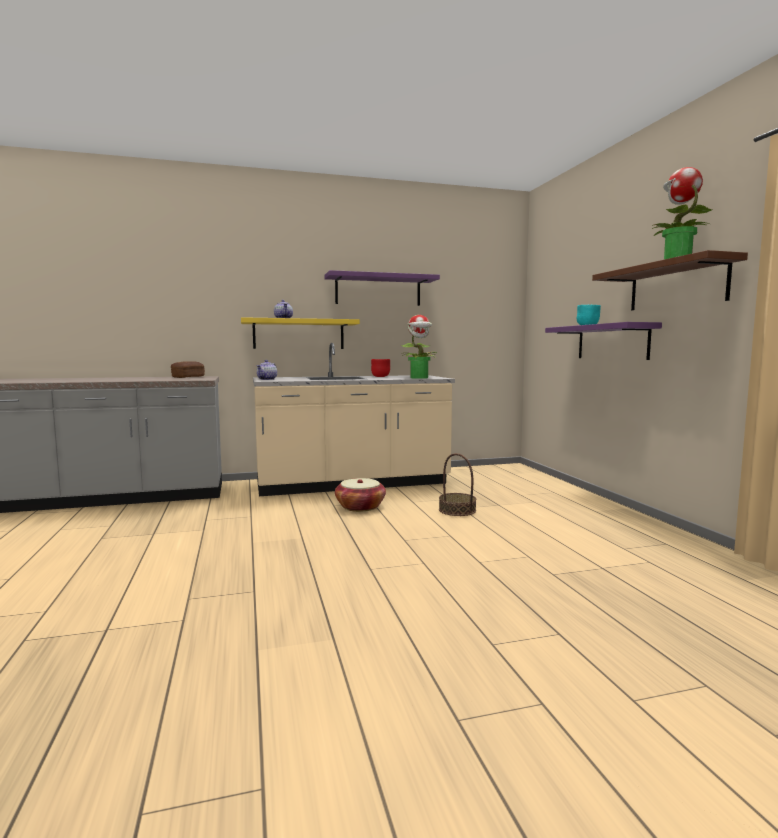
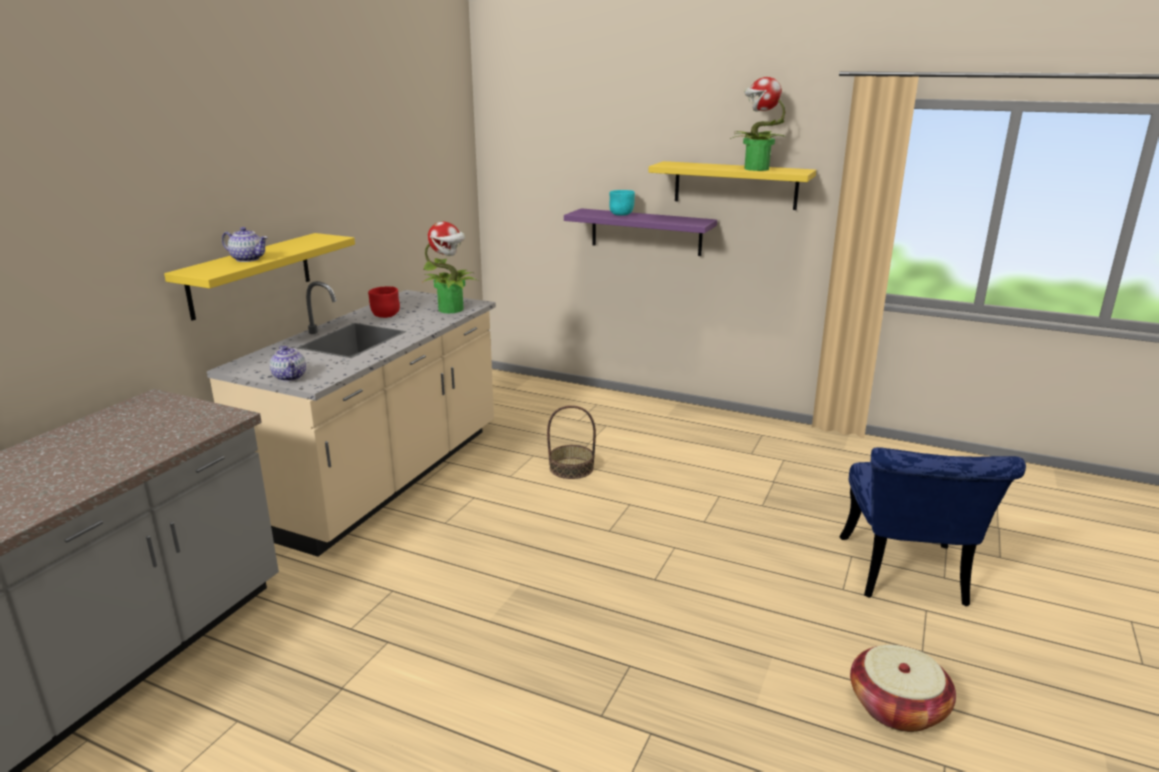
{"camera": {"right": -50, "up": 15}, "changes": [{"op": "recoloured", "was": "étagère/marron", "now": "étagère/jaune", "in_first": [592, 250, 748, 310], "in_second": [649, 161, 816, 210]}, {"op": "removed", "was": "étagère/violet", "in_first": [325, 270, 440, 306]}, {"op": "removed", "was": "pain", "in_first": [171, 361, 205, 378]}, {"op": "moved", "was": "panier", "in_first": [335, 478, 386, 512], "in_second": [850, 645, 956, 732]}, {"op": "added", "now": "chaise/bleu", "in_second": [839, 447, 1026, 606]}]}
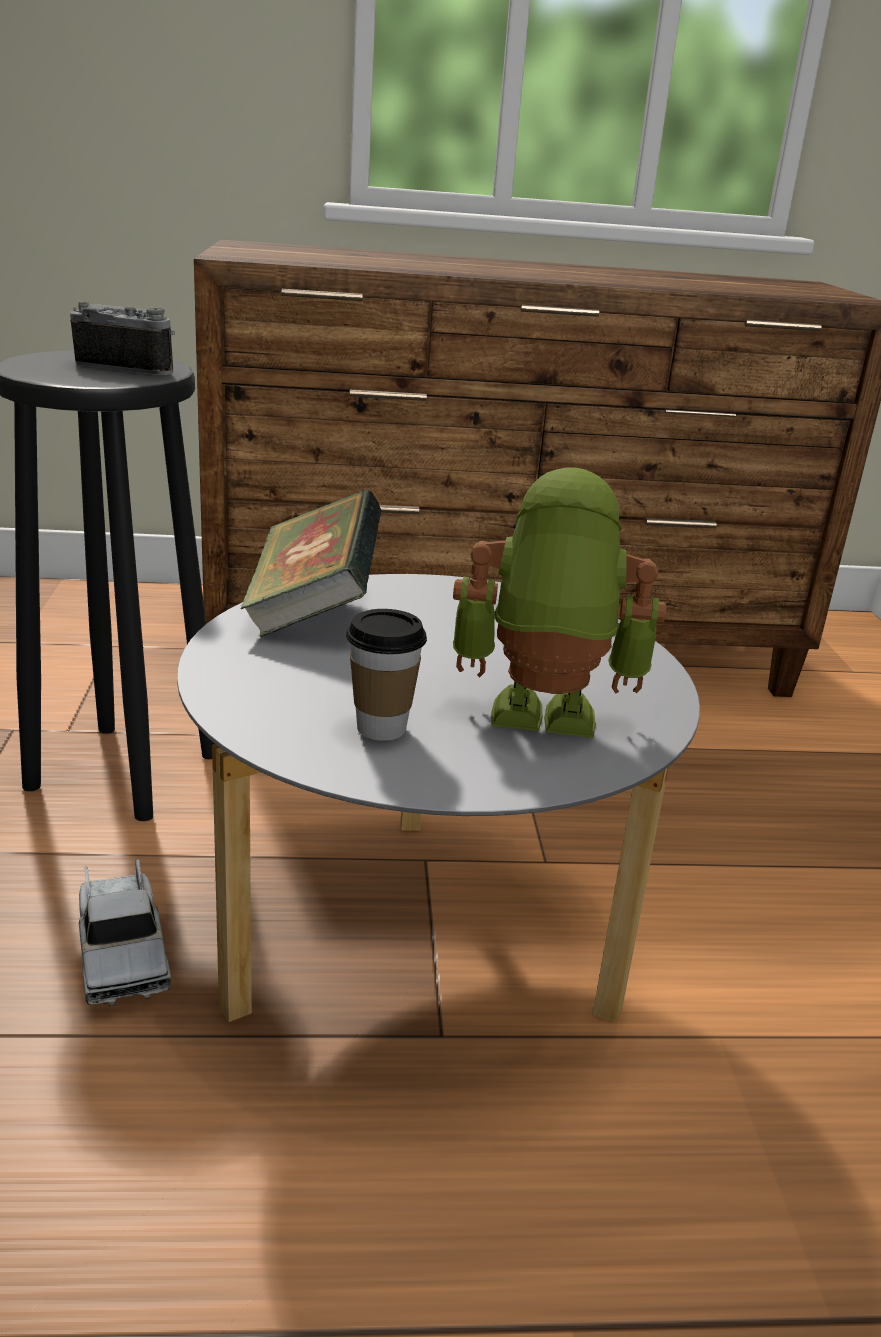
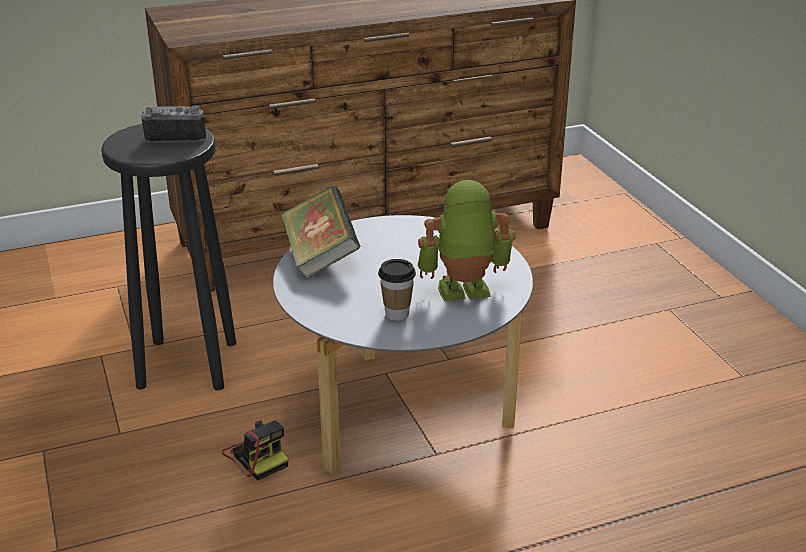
{"camera": {"right": -15, "up": 5}, "changes": [{"op": "replaced", "was": "camion jouet", "now": "appareil photo", "in_first": [79, 859, 171, 1006], "in_second": [222, 420, 288, 480]}]}
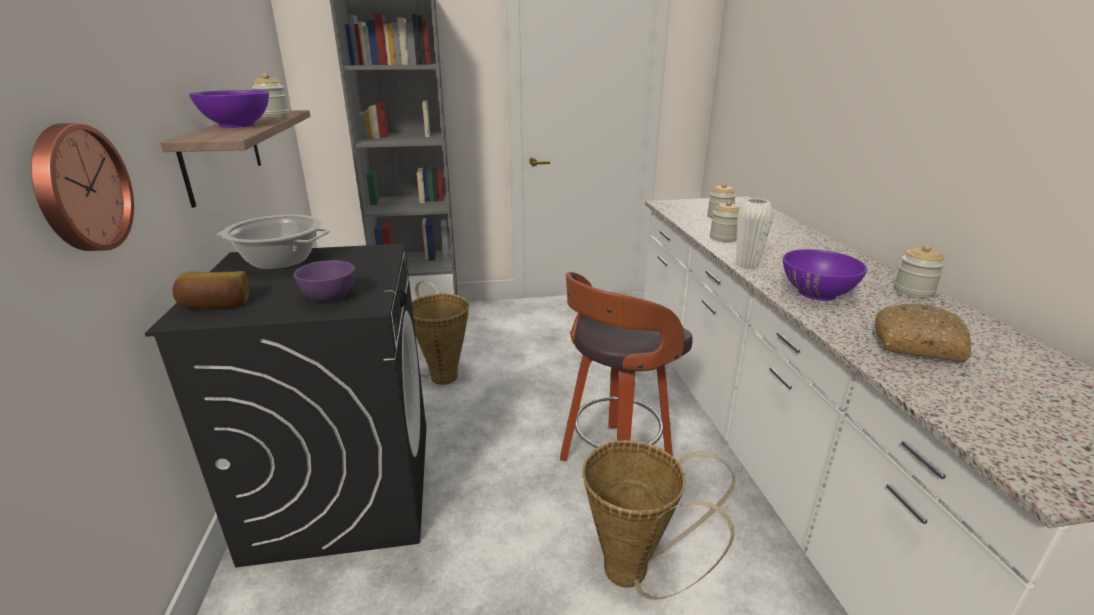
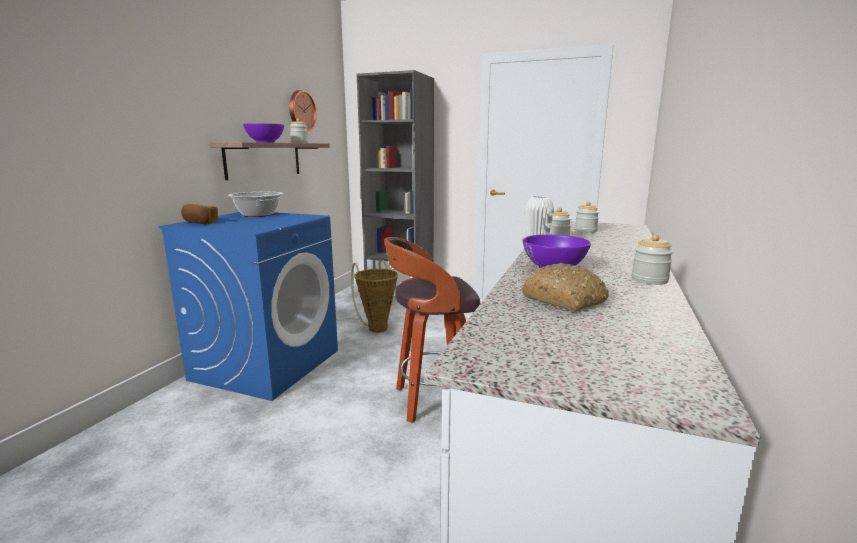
{"camera": {"right": 30, "up": -10}, "changes": [{"op": "moved", "was": "horloge murale", "in_first": [31, 123, 134, 251], "in_second": [289, 90, 317, 131]}, {"op": "recoloured", "was": "lave-linge/noir", "now": "lave-linge/bleu", "in_first": [145, 244, 426, 568], "in_second": [159, 212, 338, 401]}, {"op": "removed", "was": "bol/violet", "in_first": [294, 260, 355, 302]}, {"op": "removed", "was": "panier", "in_first": [583, 440, 735, 600]}]}
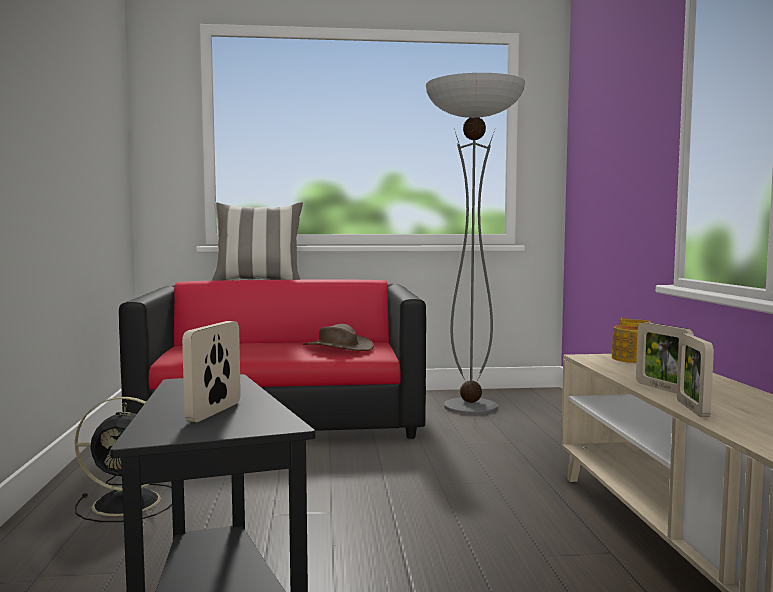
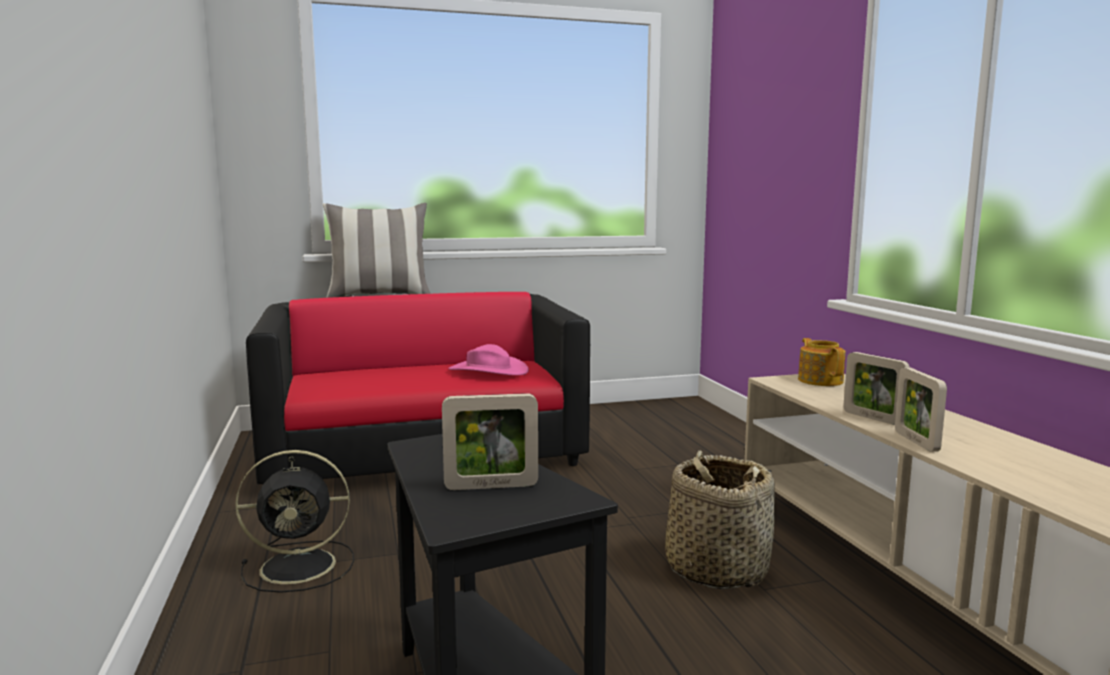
{"camera": {"right": -10, "up": 5}, "changes": [{"op": "removed", "was": "lampadaire", "in_first": [426, 73, 525, 415]}, {"op": "turned", "was": "cadre photo", "in_first": [182, 321, 241, 422], "in_second": [442, 393, 538, 490], "clockwise": -105}, {"op": "recoloured", "was": "chapeau/marron", "now": "chapeau/rose", "in_first": [303, 324, 374, 351], "in_second": [448, 344, 529, 375]}, {"op": "added", "now": "panier", "in_second": [665, 450, 775, 589]}]}
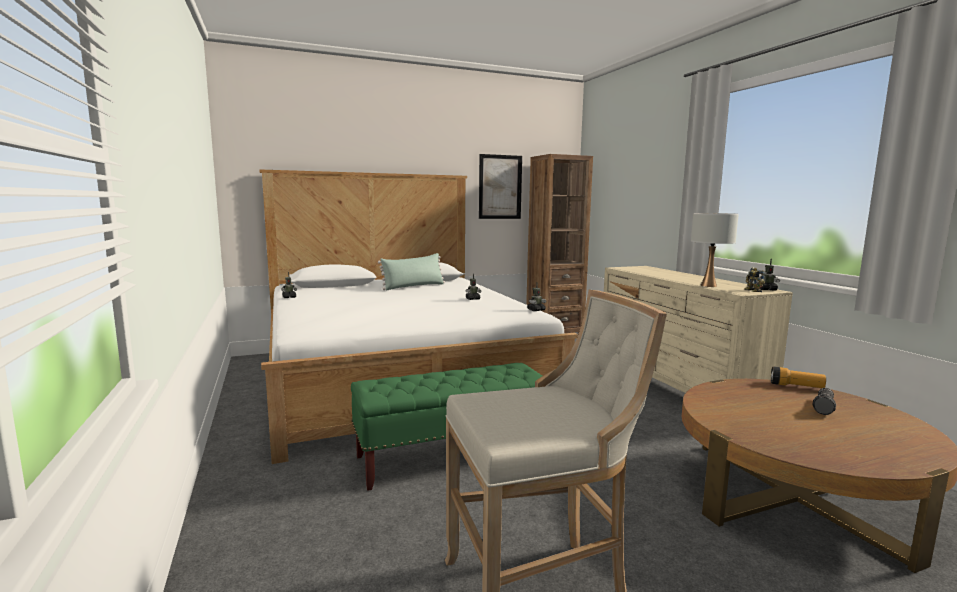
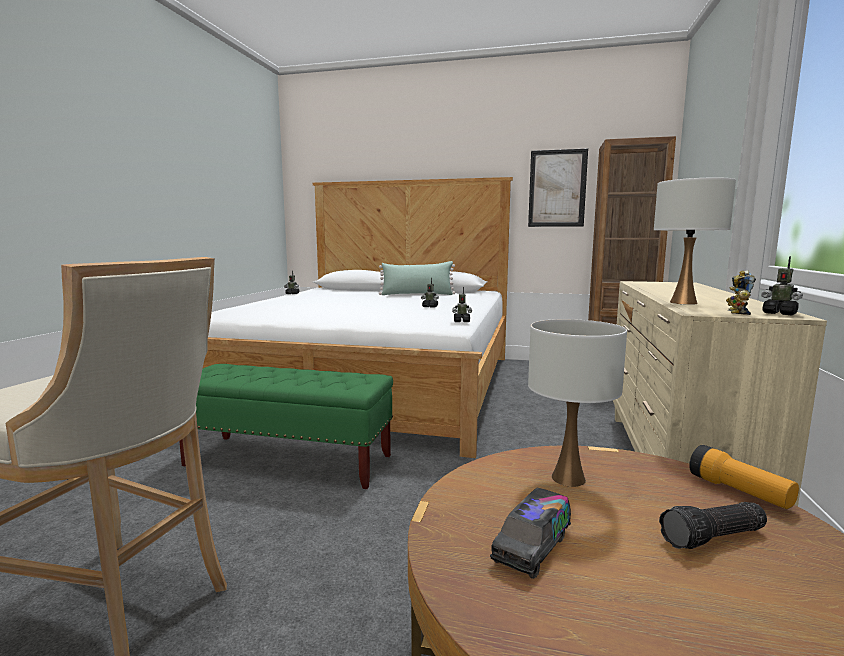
{"camera": {"right": 35, "up": 0}, "changes": [{"op": "added", "now": "lampe de table/blanc", "in_second": [528, 319, 627, 487]}, {"op": "added", "now": "camion jouet", "in_second": [490, 488, 571, 579]}]}
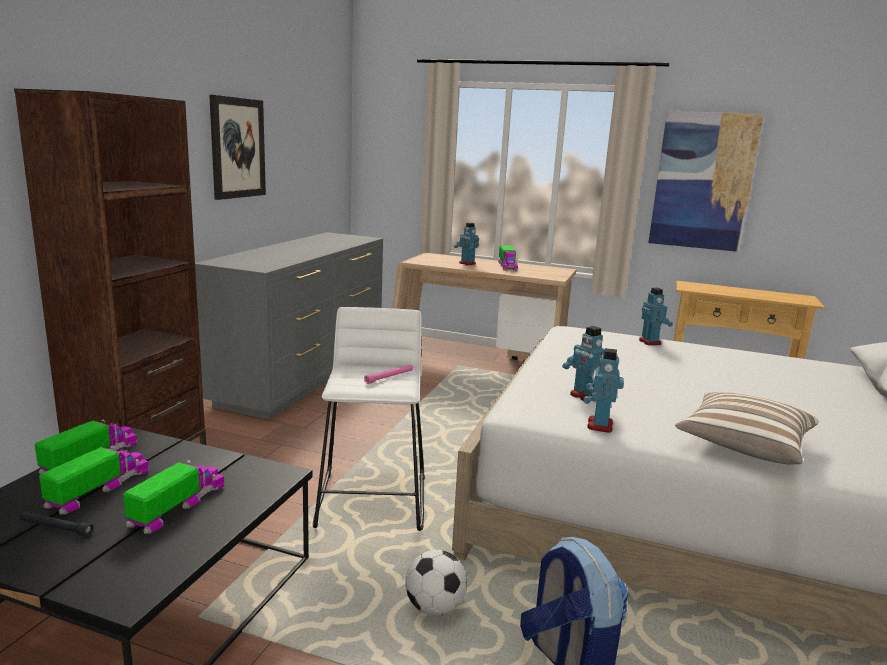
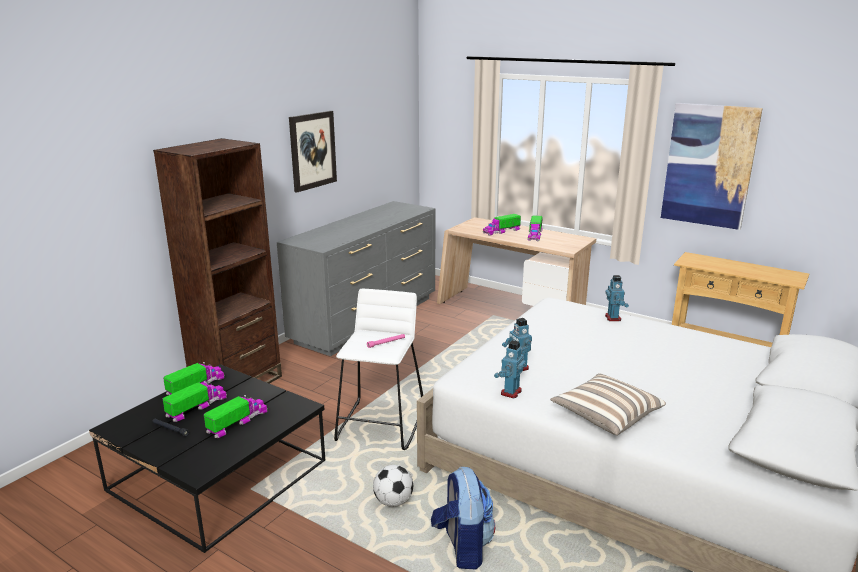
{"camera": {"right": 15, "up": 5}, "changes": [{"op": "replaced", "was": "robot jouet", "now": "camion jouet", "in_first": [454, 223, 479, 265], "in_second": [483, 214, 521, 236]}]}
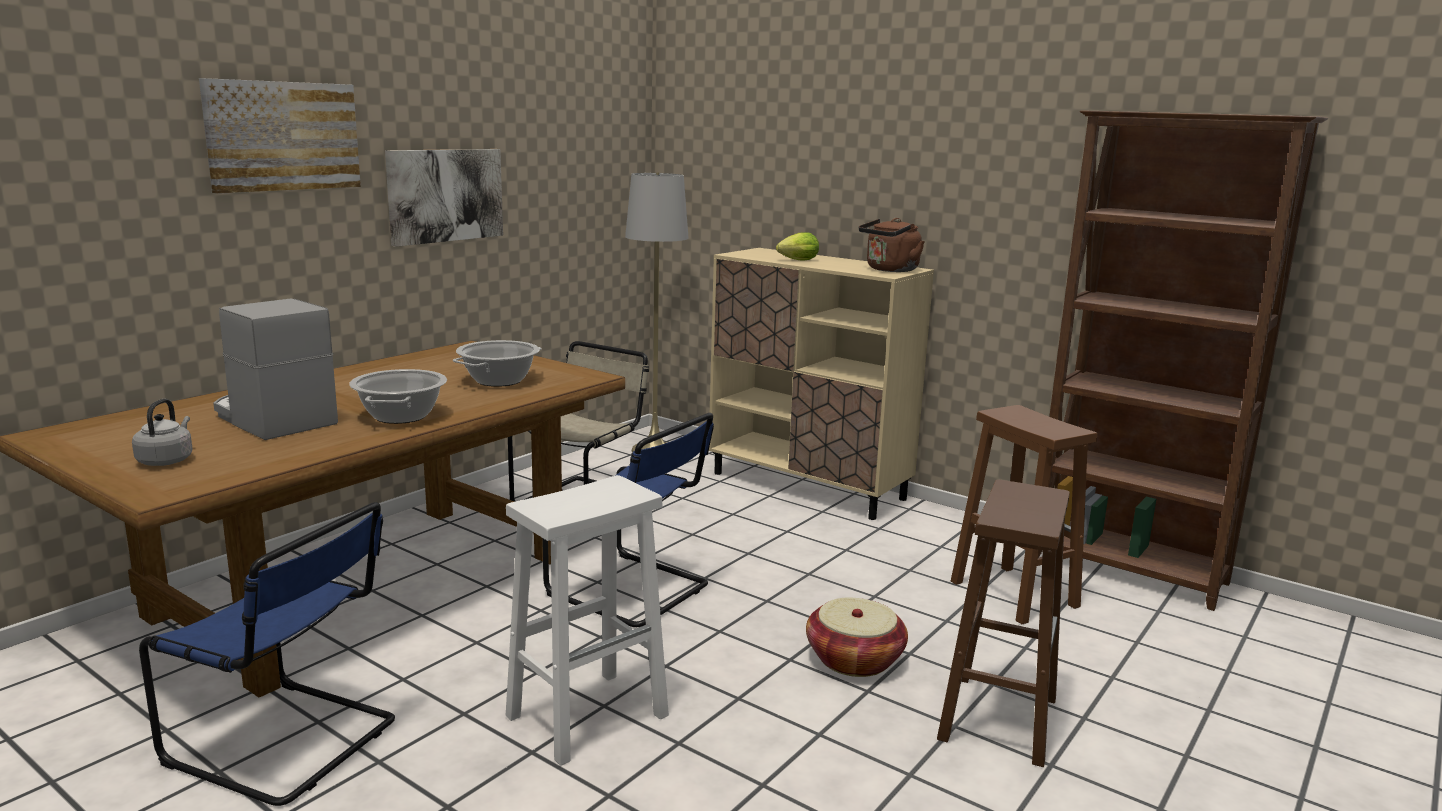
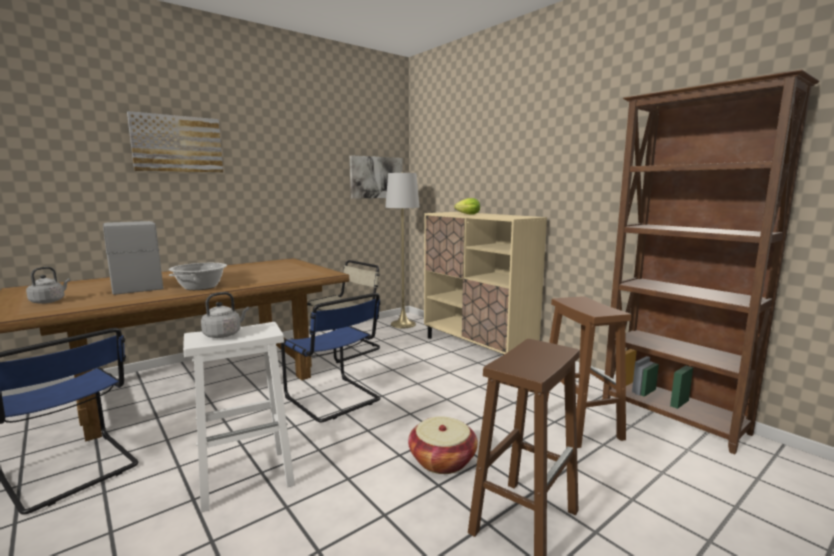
{"camera": {"right": 15, "up": -5}, "changes": [{"op": "moved", "was": "tableau", "in_first": [385, 149, 503, 247], "in_second": [350, 155, 403, 199]}, {"op": "removed", "was": "bouilloire/marron", "in_first": [859, 218, 925, 272]}, {"op": "removed", "was": "marmite", "in_first": [453, 340, 541, 387]}, {"op": "added", "now": "bouilloire/gris", "in_second": [201, 292, 249, 338]}]}
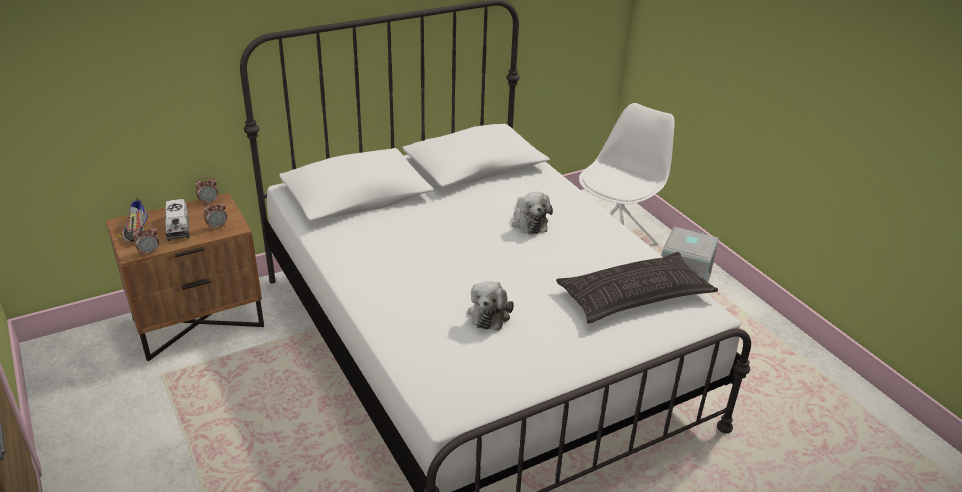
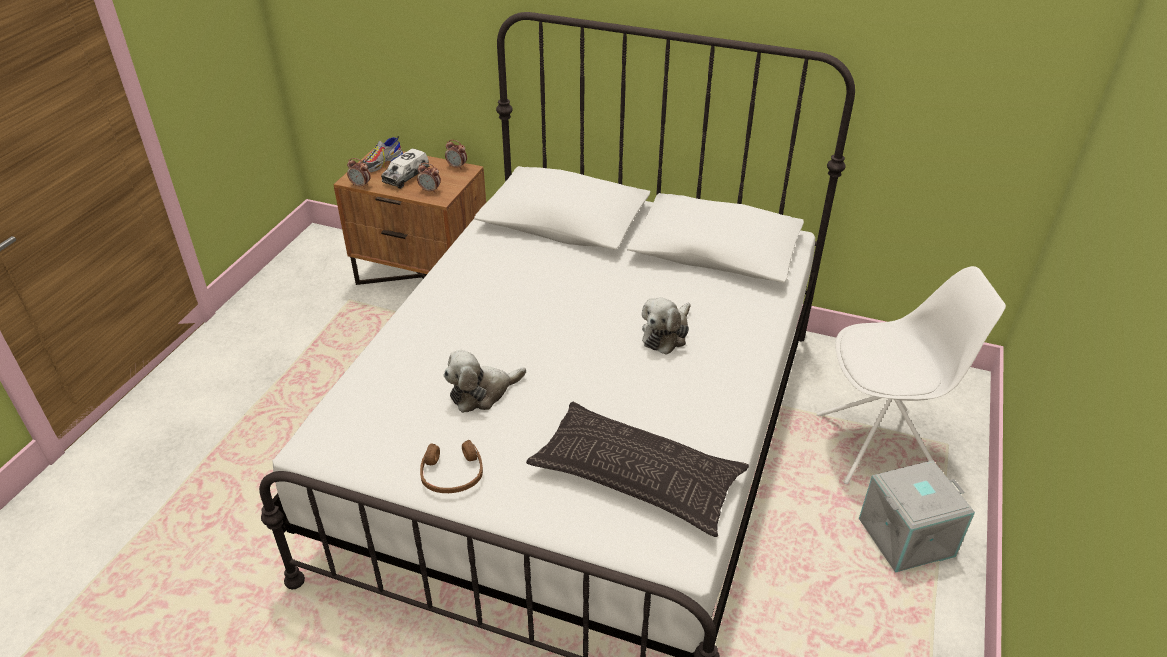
{"camera": {"right": 50, "up": 5}, "changes": [{"op": "added", "now": "casque audio/marron", "in_second": [420, 440, 483, 493]}]}
